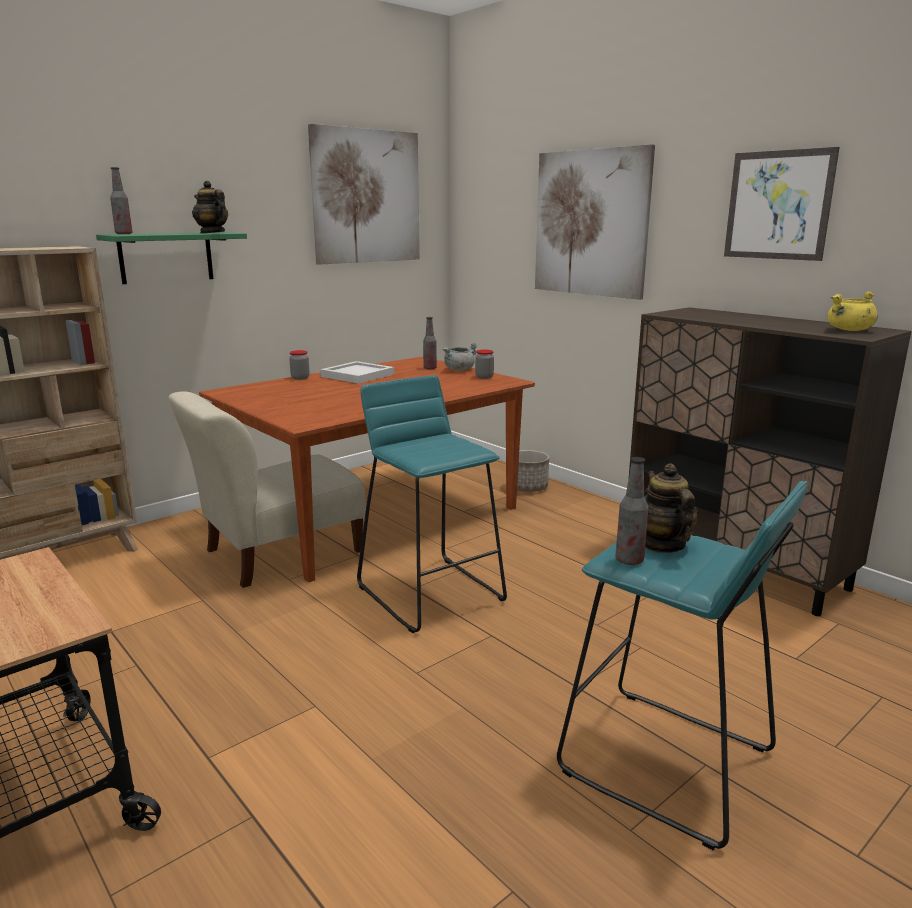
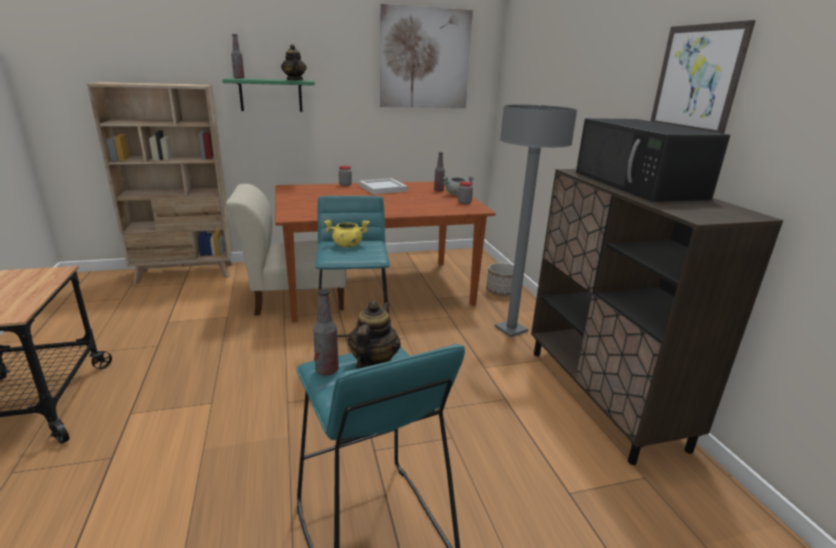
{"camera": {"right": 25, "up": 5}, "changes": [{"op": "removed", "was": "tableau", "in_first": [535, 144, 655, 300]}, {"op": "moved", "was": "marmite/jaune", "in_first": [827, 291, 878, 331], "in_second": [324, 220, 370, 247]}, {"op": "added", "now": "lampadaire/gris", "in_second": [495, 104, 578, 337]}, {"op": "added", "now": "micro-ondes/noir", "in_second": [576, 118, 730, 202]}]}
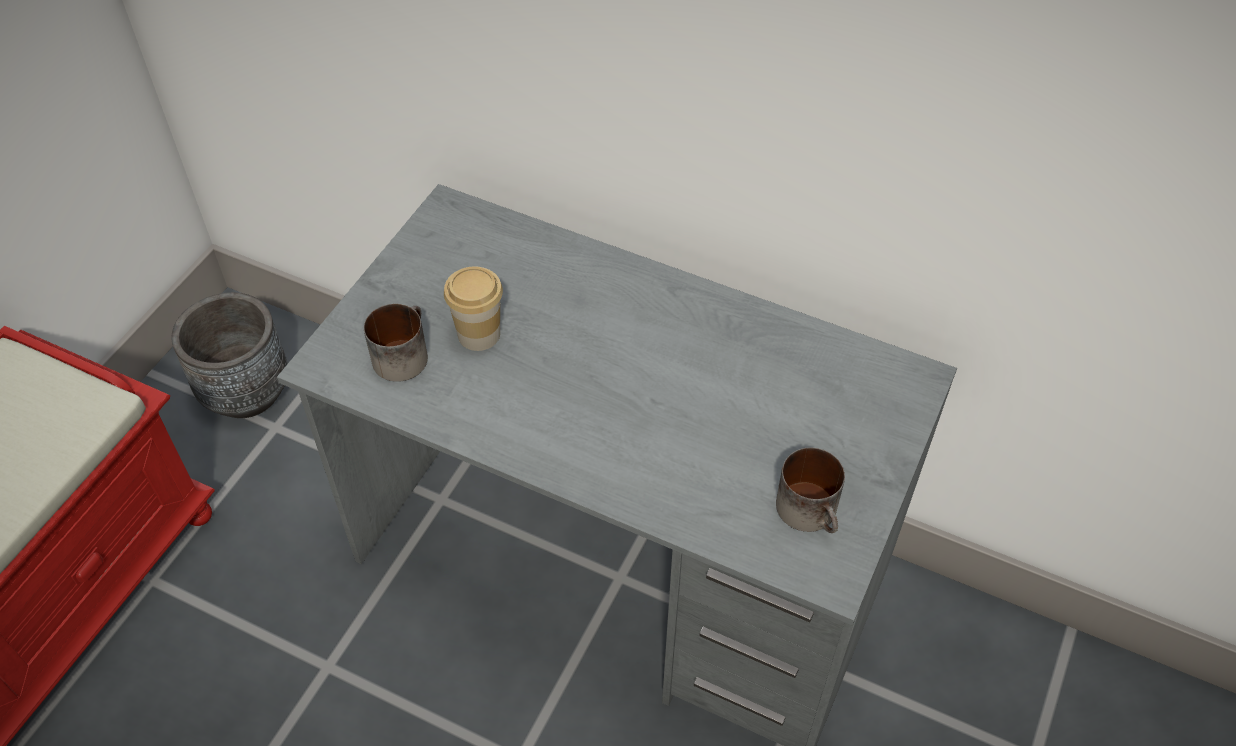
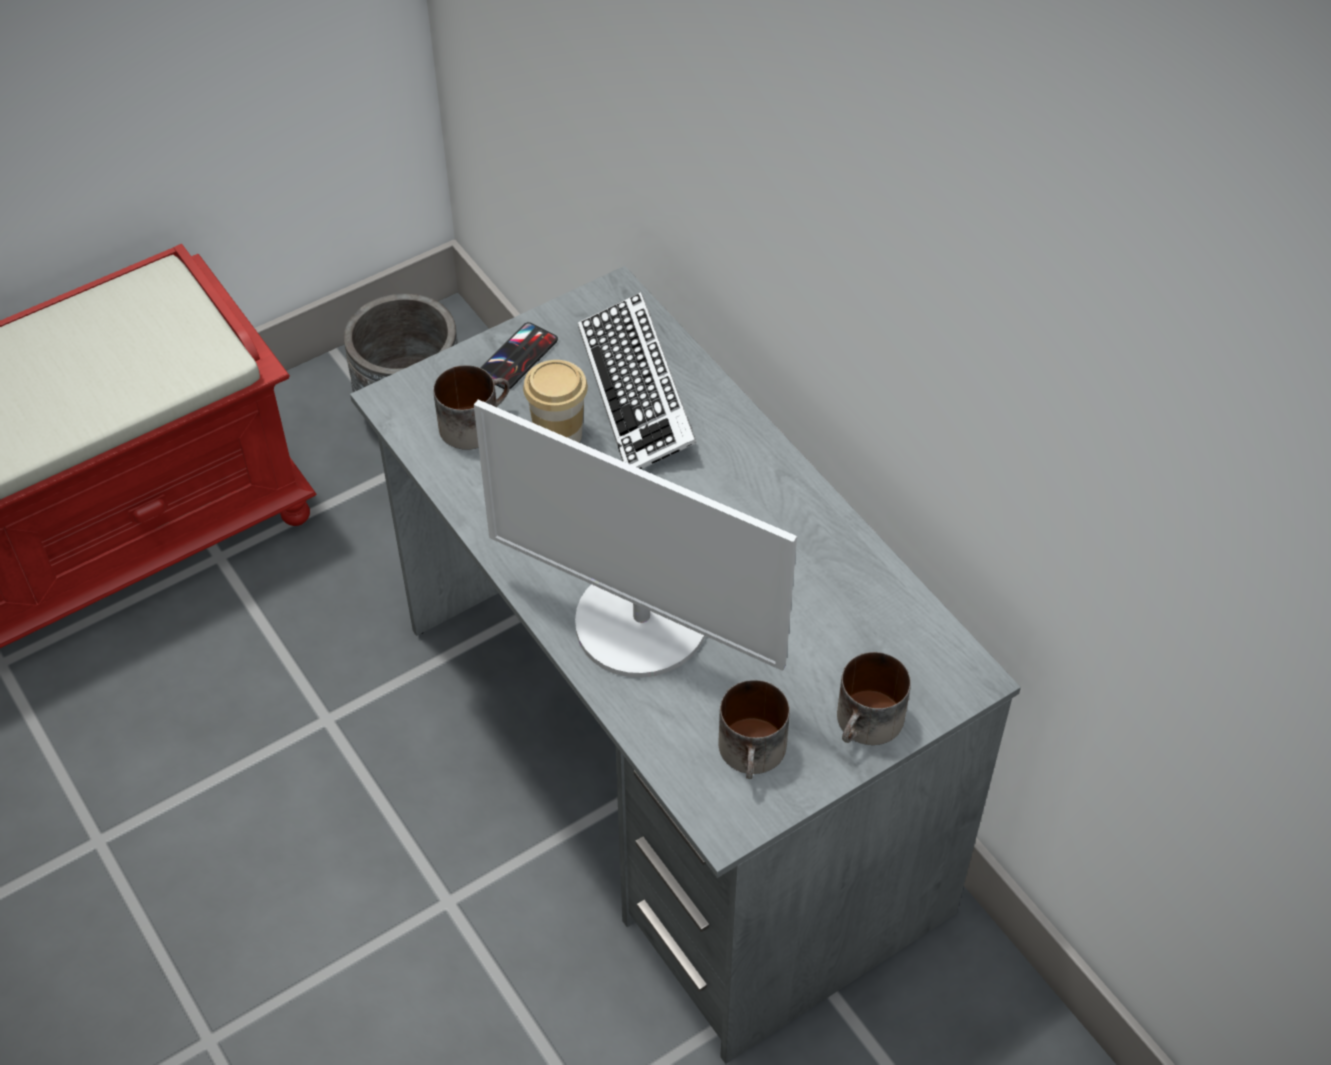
{"camera": {"right": 30, "up": 0}, "changes": [{"op": "added", "now": "clavier", "in_second": [578, 292, 697, 469]}, {"op": "added", "now": "téléphone", "in_second": [480, 322, 558, 389]}, {"op": "added", "now": "écran d'ordinateur", "in_second": [474, 400, 797, 678]}, {"op": "added", "now": "mug", "in_second": [837, 652, 911, 745]}]}
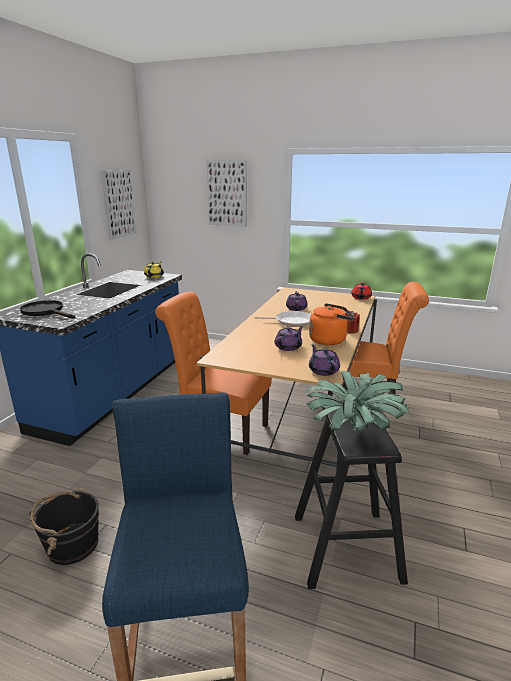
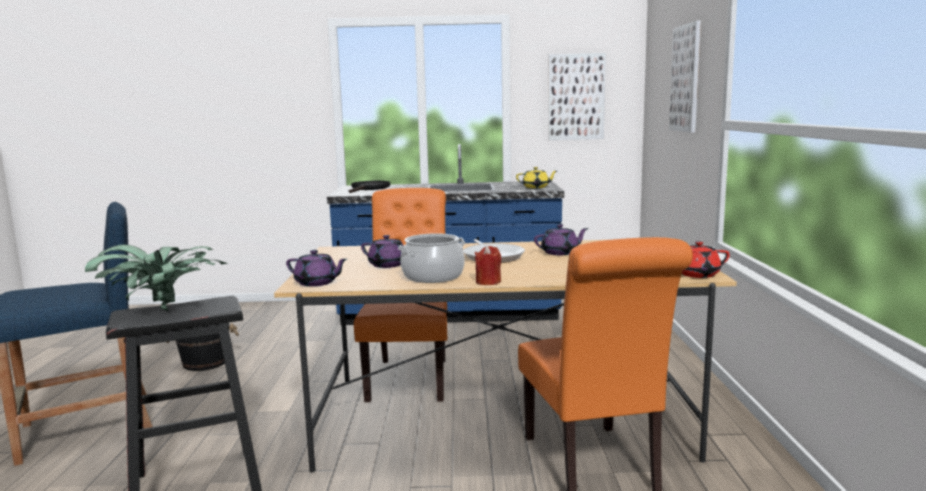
{"camera": {"right": 70, "up": -10}, "changes": [{"op": "replaced", "was": "bouilloire/orange", "now": "marmite", "in_first": [309, 303, 355, 345], "in_second": [398, 233, 465, 283]}, {"op": "turned", "was": "théière/violet", "in_first": [309, 344, 340, 376], "in_second": [286, 250, 347, 286], "clockwise": 60}]}
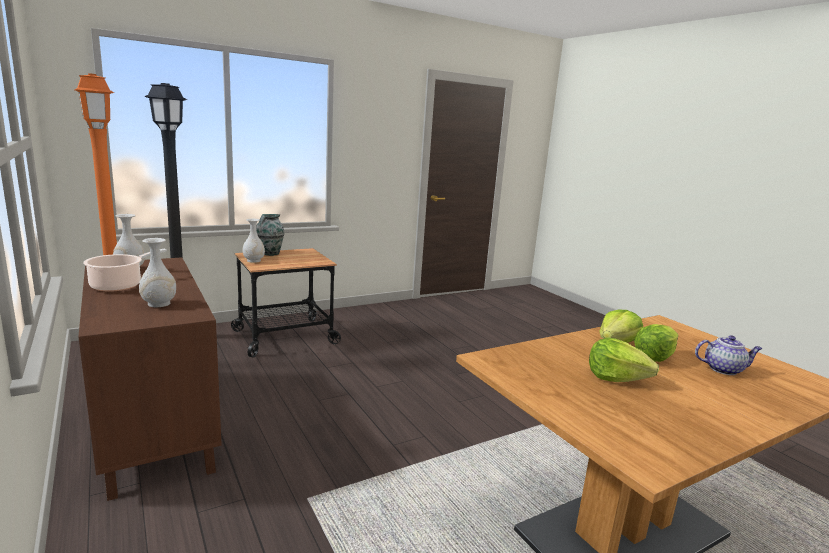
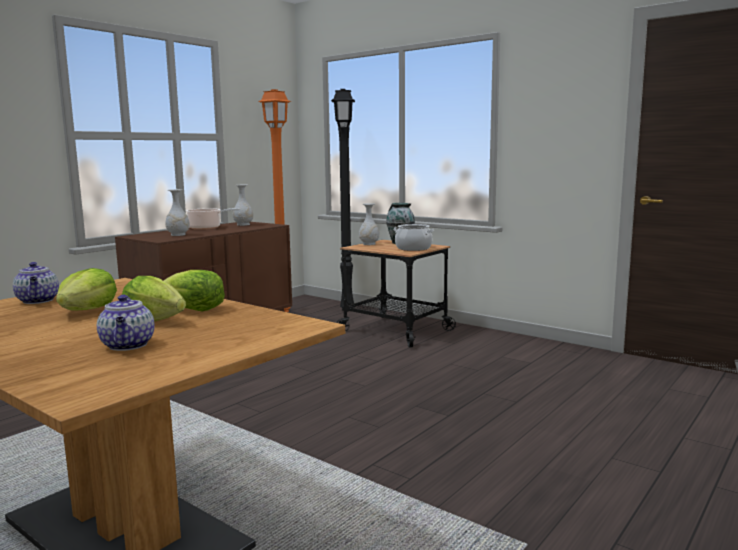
{"camera": {"right": 70, "up": -5}, "changes": [{"op": "added", "now": "marmite", "in_second": [393, 224, 434, 251]}, {"op": "added", "now": "théière", "in_second": [13, 262, 59, 304]}]}
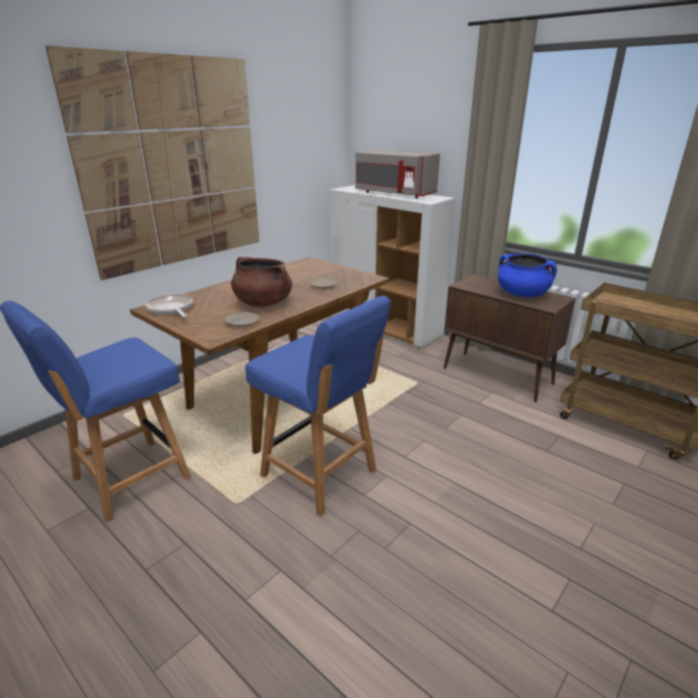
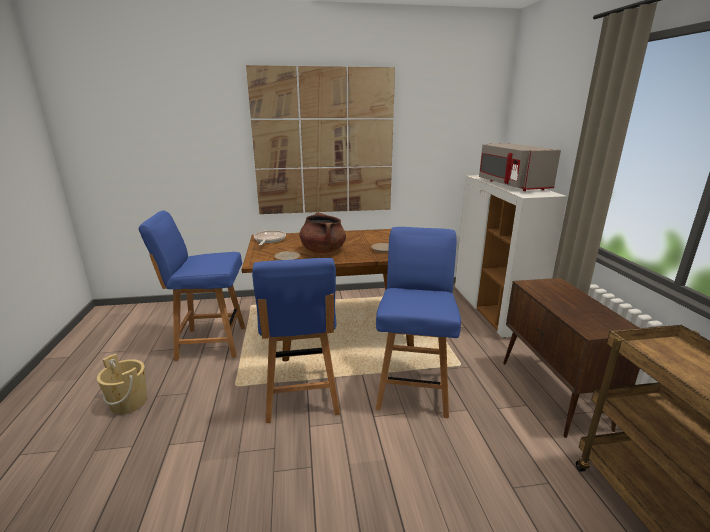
{"camera": {"right": 40, "up": -5}, "changes": [{"op": "removed", "was": "marmite/bleu", "in_first": [498, 253, 557, 297]}, {"op": "added", "now": "chaise/bleu", "in_second": [376, 227, 461, 418]}, {"op": "added", "now": "seau/beige", "in_second": [97, 354, 147, 415]}]}
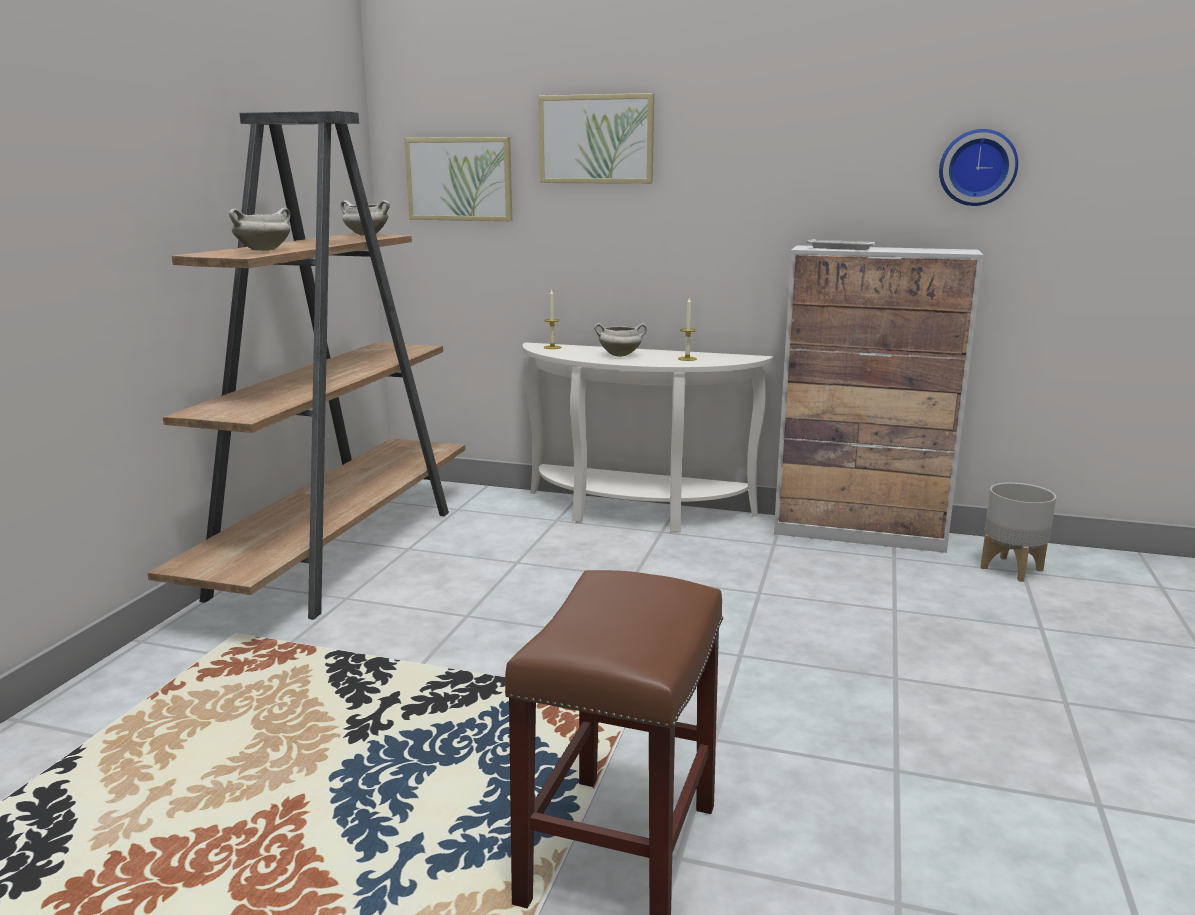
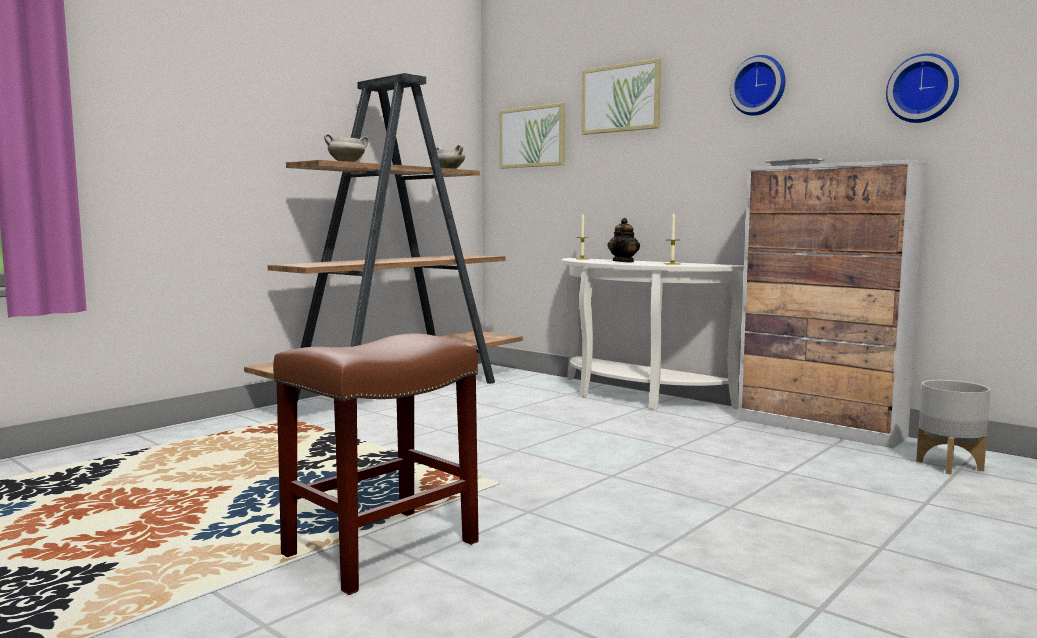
{"camera": {"right": 25, "up": -10}, "changes": [{"op": "replaced", "was": "marmite/blanc", "now": "théière", "in_first": [594, 323, 647, 357], "in_second": [607, 218, 640, 263]}, {"op": "added", "now": "horloge murale", "in_second": [730, 55, 785, 116]}]}
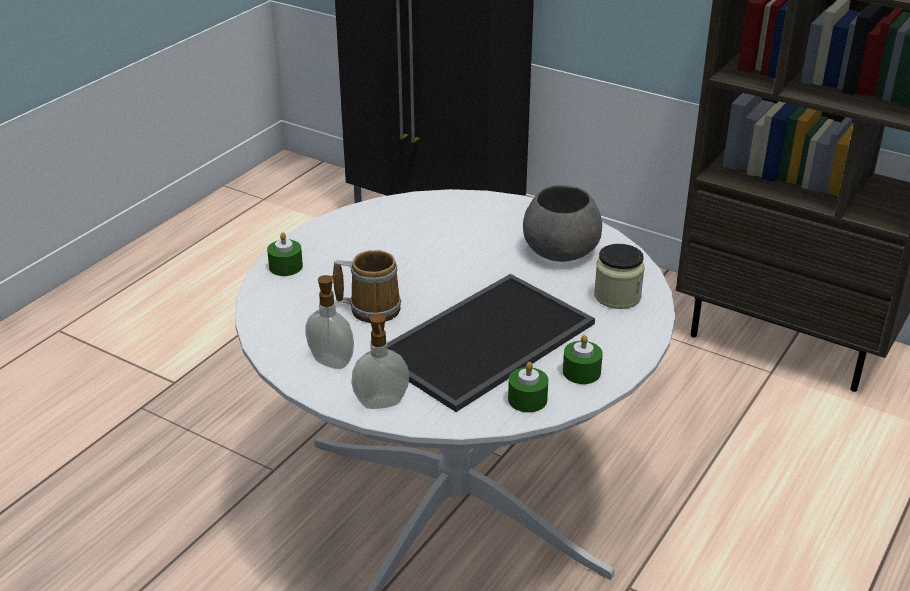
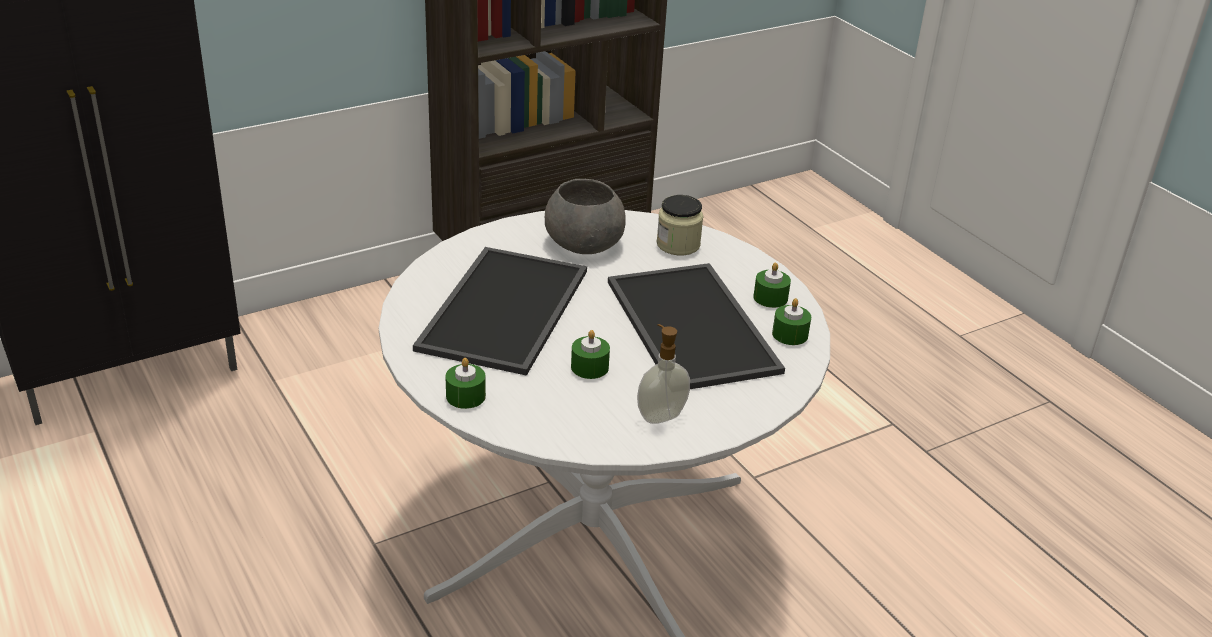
{"camera": {"right": -65, "up": 0}, "changes": [{"op": "replaced", "was": "mug", "now": "bougie/vert", "in_first": [333, 250, 401, 323], "in_second": [571, 330, 610, 379]}, {"op": "removed", "was": "distributeur de savon", "in_first": [351, 314, 409, 409]}, {"op": "added", "now": "plateau", "in_second": [413, 247, 587, 376]}]}
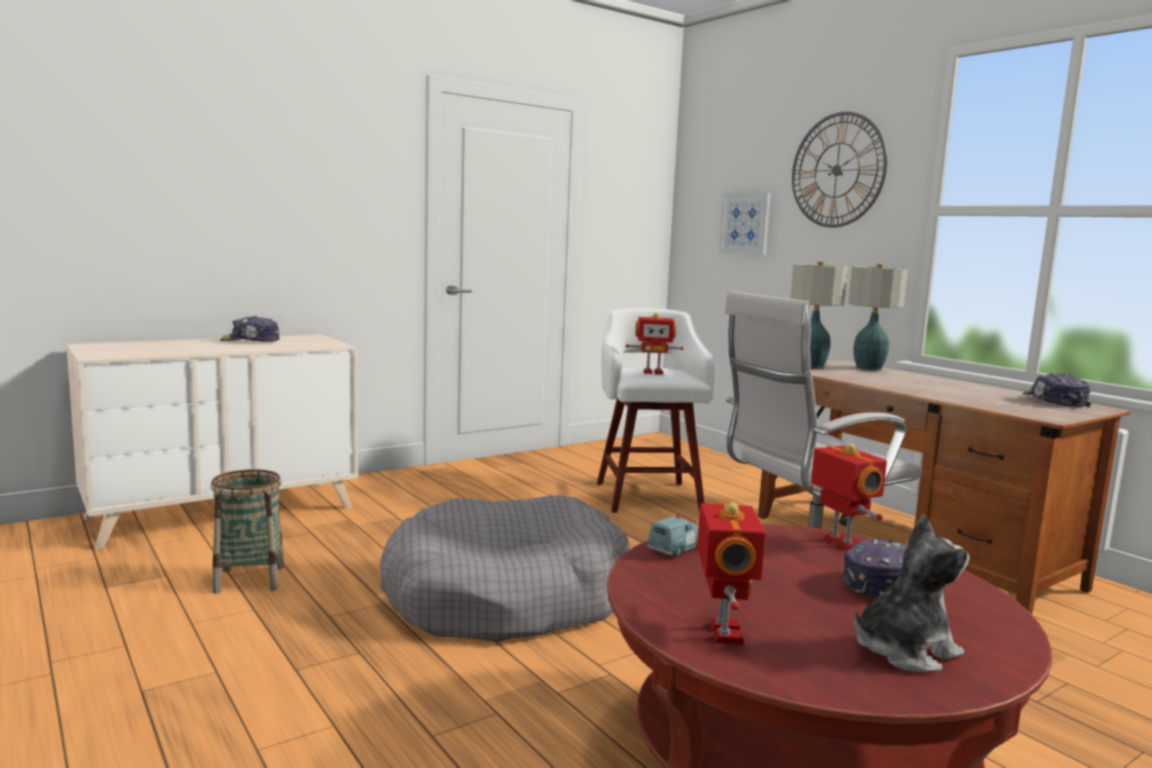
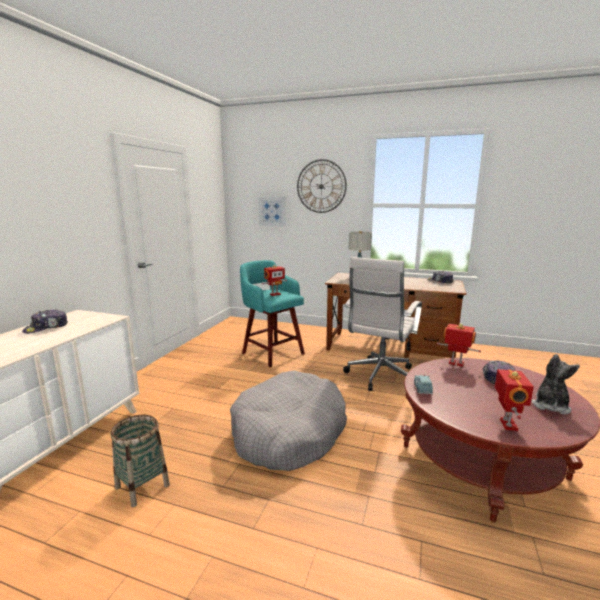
{"camera": {"right": -35, "up": 5}, "changes": [{"op": "removed", "was": "lampe de table", "in_first": [790, 261, 848, 369]}, {"op": "recoloured", "was": "tabouret/blanc", "now": "tabouret/turquoise", "in_first": [597, 308, 714, 513], "in_second": [240, 260, 305, 367]}, {"op": "turned", "was": "robot jouet", "in_first": [697, 503, 766, 645], "in_second": [495, 369, 534, 431], "clockwise": 45}]}
